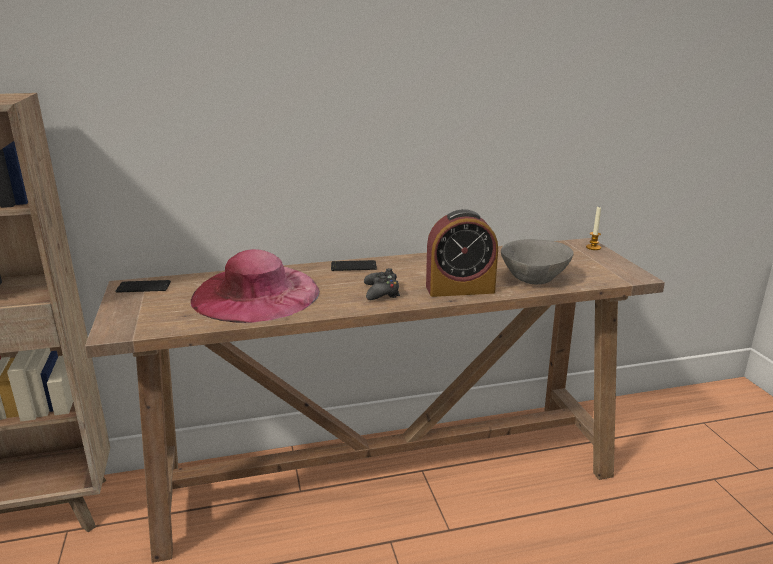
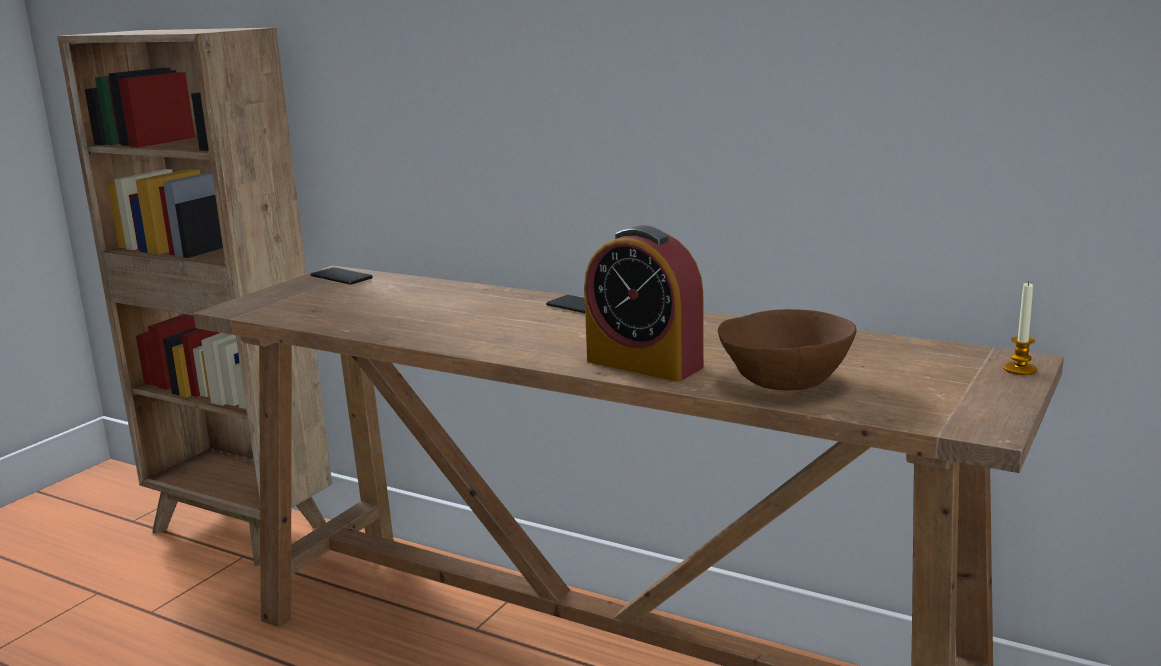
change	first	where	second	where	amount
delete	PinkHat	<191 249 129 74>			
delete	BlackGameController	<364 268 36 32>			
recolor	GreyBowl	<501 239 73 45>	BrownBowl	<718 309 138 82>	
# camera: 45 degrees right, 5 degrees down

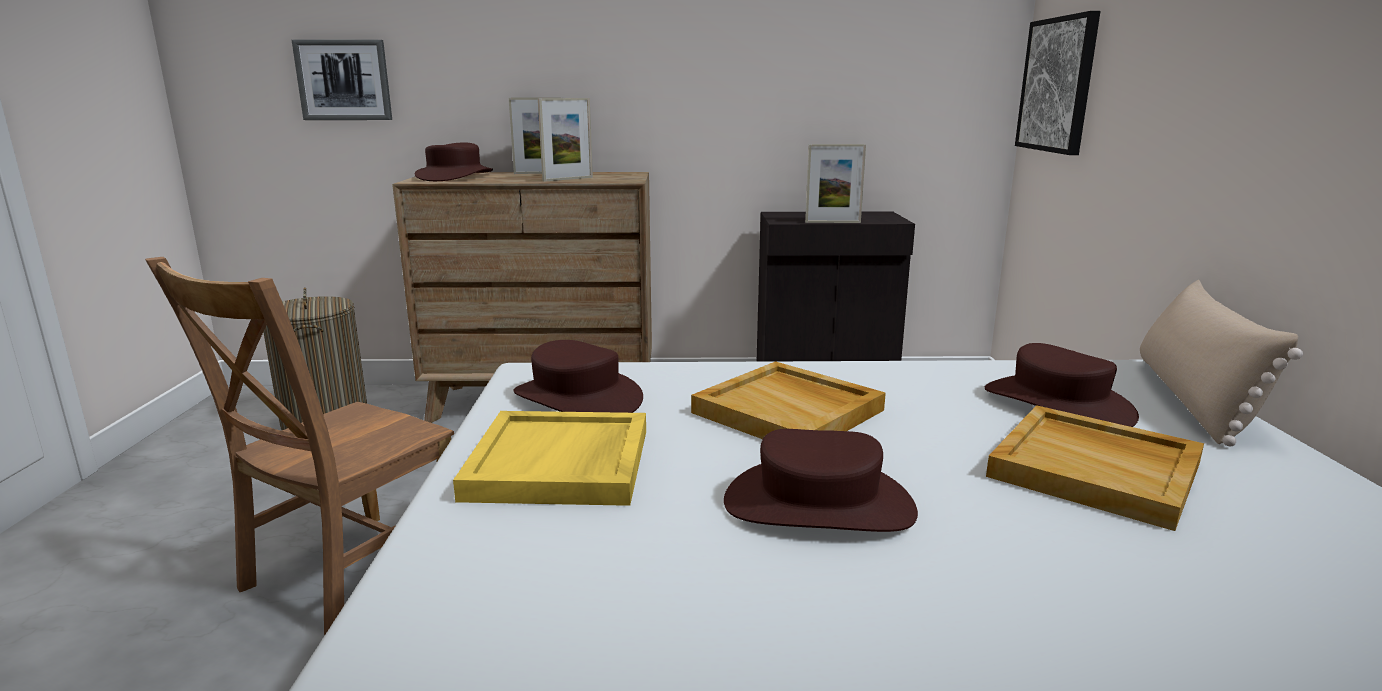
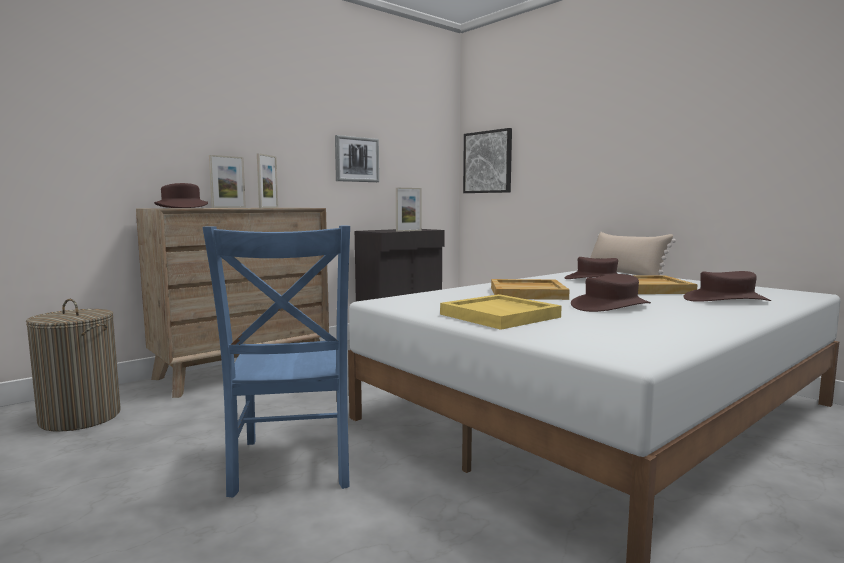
change	first	where	second	where	amount
recolor	BrownChair	<145 257 309 379>	BlueChair	<203 226 147 271>	
move	Picture	<292 40 100 80>		<335 135 44 47>	
move	BrownHat	<513 340 130 73>		<683 271 88 31>	
# camera: 40 degrees left, 10 degrees down

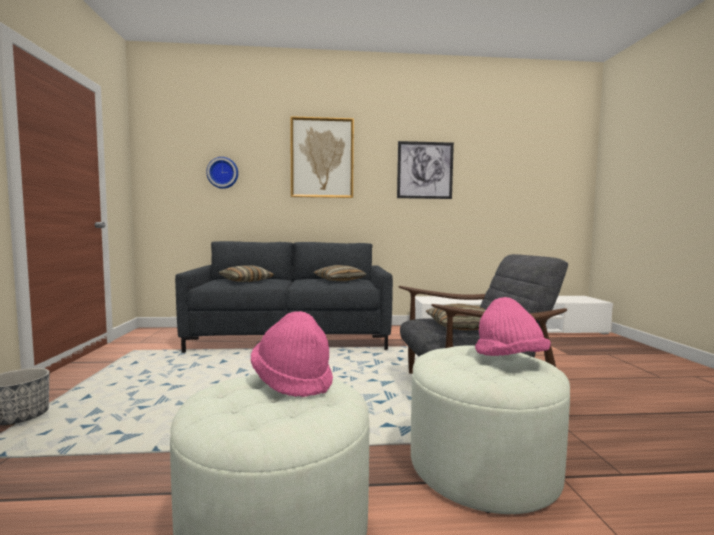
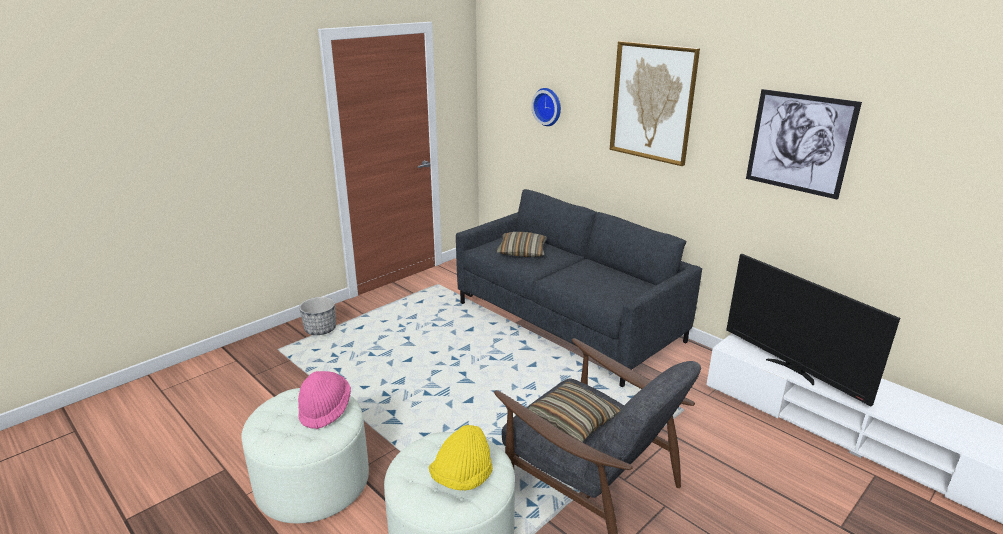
change	first	where	second	where	amount
delete	Pillow	<313 265 54 17>			
recolor	PinkHat	<475 297 76 59>	YellowHat	<429 425 64 65>	
insert			Television	<726 254 174 152>	
# camera: 50 degrees right, 20 degrees up

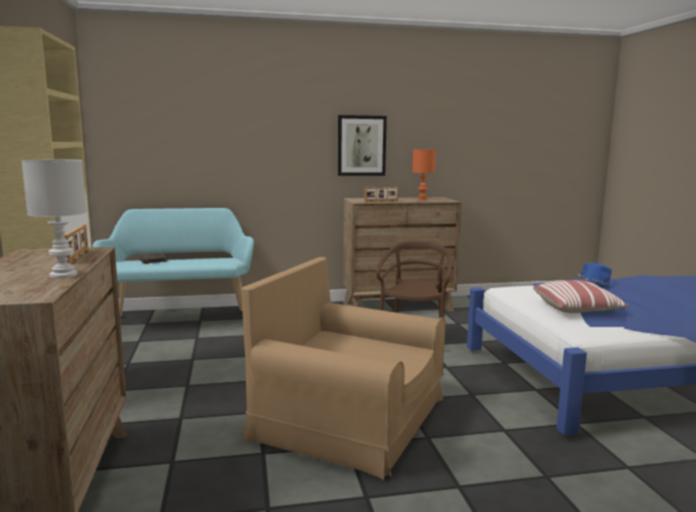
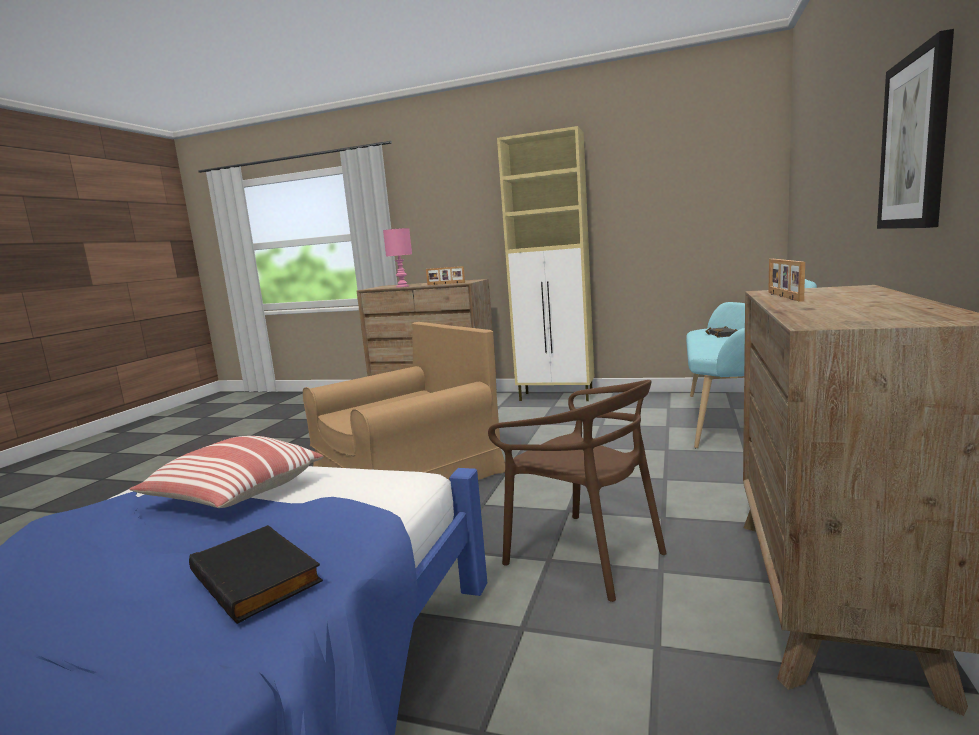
change	first	where	second	where	amount
recolor	WhiteTableLamp	<22 159 65 119>	PinkTableLamp	<383 228 29 60>	
delete	OrangeTableLamp	<412 150 24 50>			
replace	BlueHat	<577 263 37 22>	BlackBook	<189 525 134 99>	
# camera: 120 degrees right, 0 degrees up

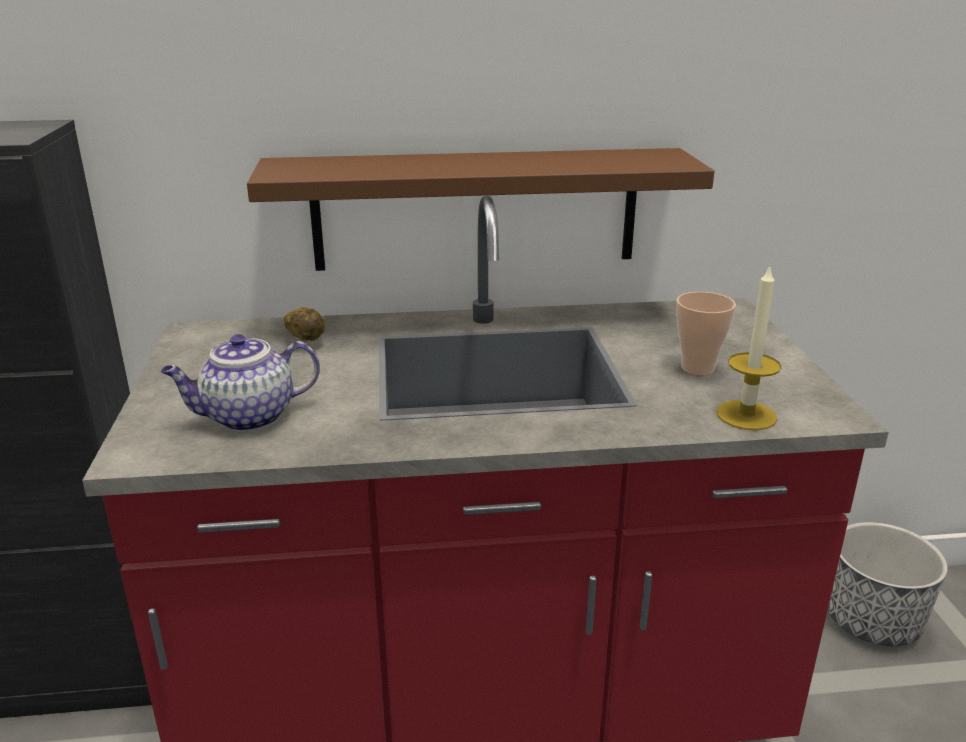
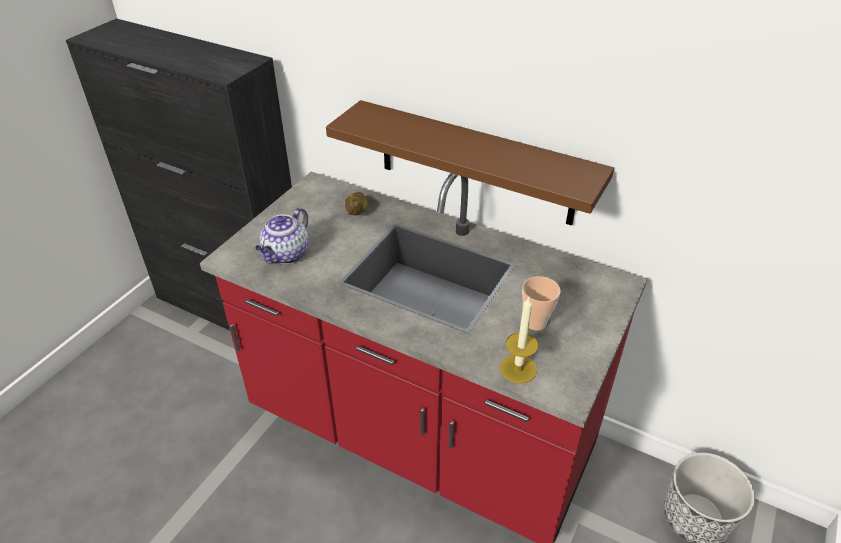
change	first	where	second	where	amount
rotate	Teapot	<160 334 160 98>		<255 207 54 57>	75 degrees counterclockwise
# camera: 35 degrees right, 15 degrees up

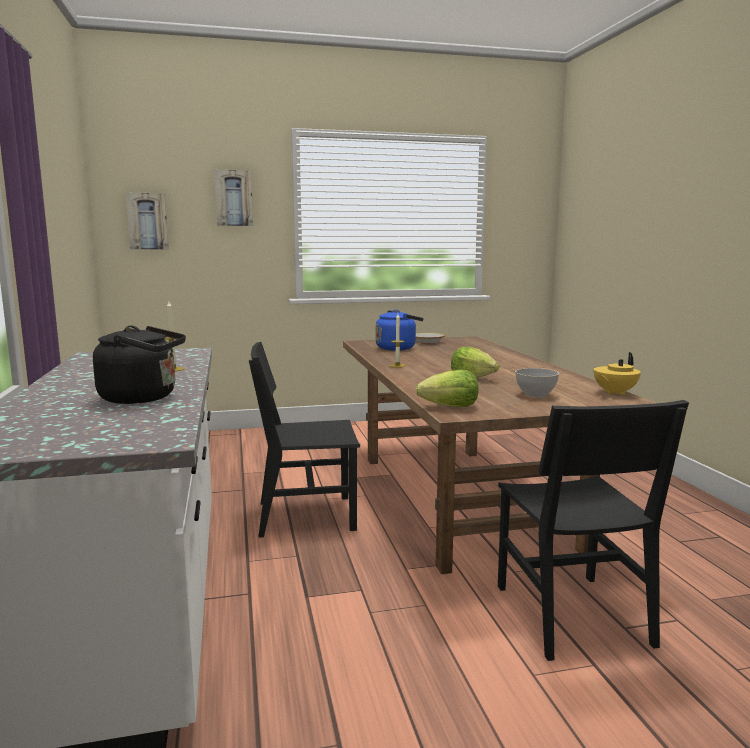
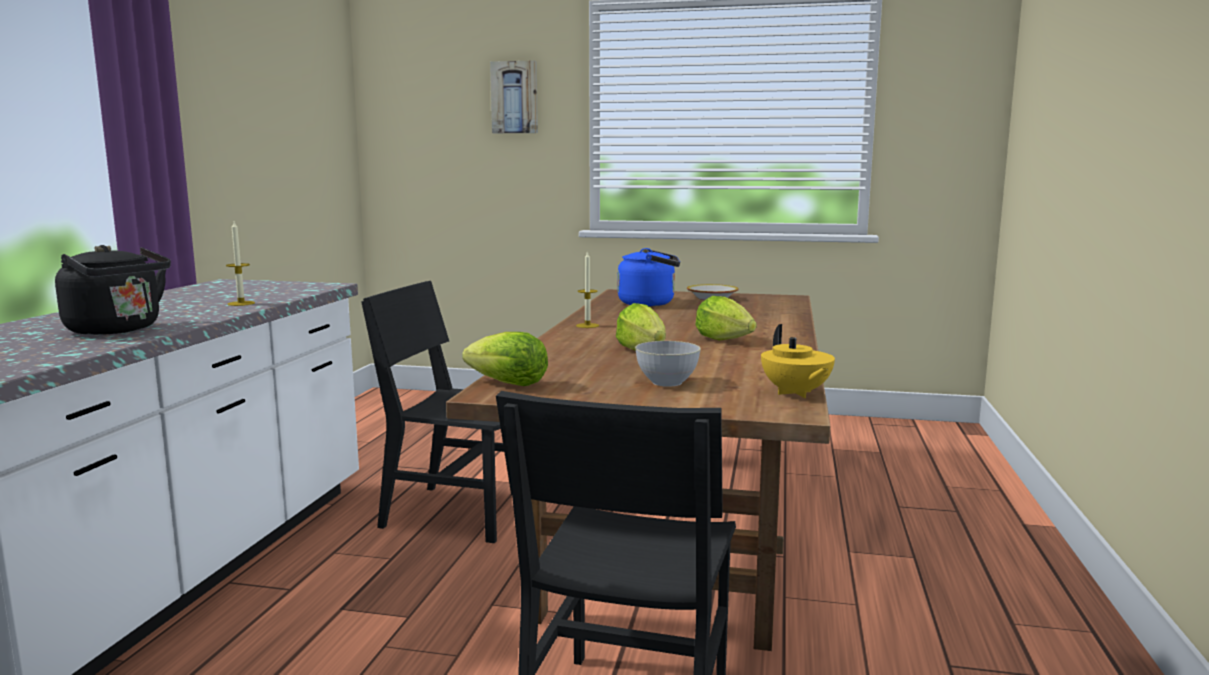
change	first	where	second	where	amount
delete	Picture	<126 193 43 56>			
rotate	YellowTeapot	<594 352 47 43>		<761 324 74 74>	90 degrees counterclockwise
insert			Lettuce	<695 296 61 45>	
# camera: 25 degrees right, 0 degrees up

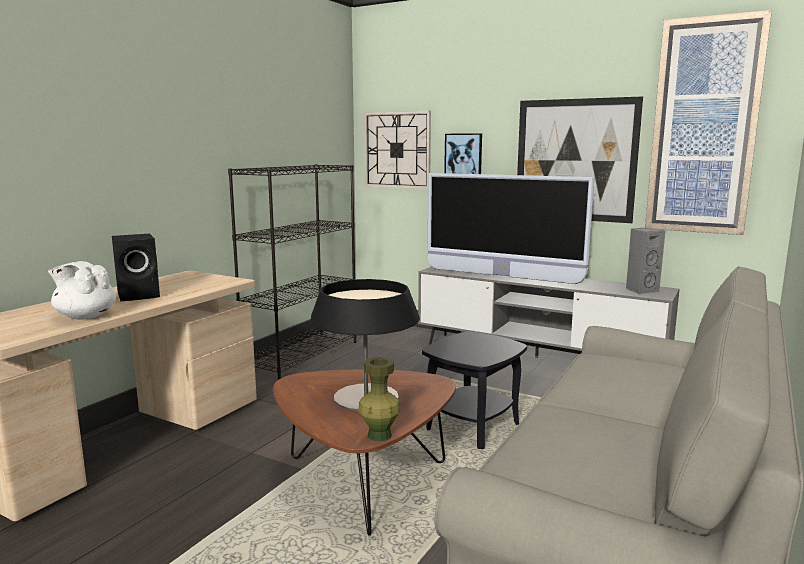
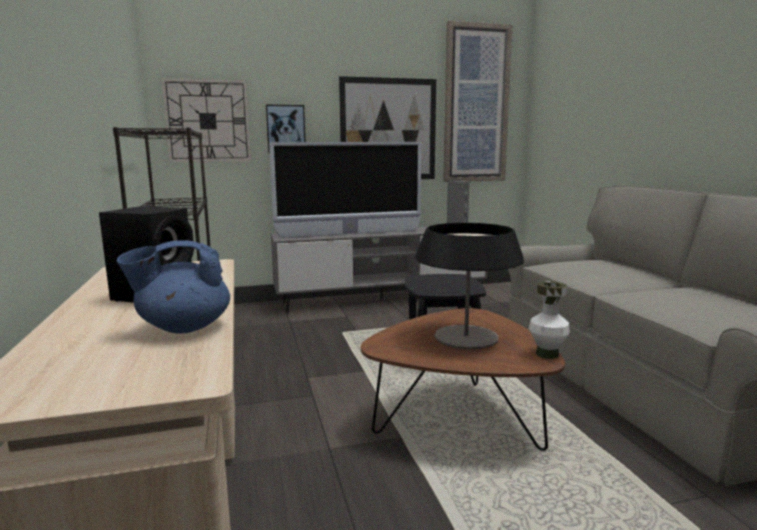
change	first	where	second	where	amount
recolor	WhiteTeapot	<48 261 68 59>	BlueTeapot	<117 240 113 93>	
recolor	GreenVase	<358 357 42 84>	WhiteVase	<529 281 41 78>	
# camera: 45 degrees left, 0 degrees up

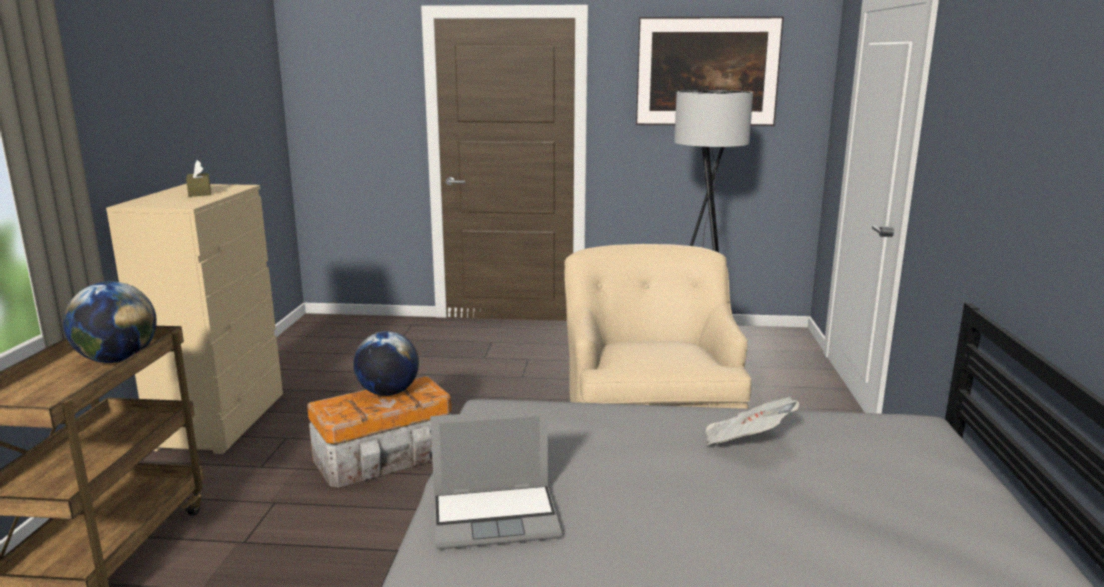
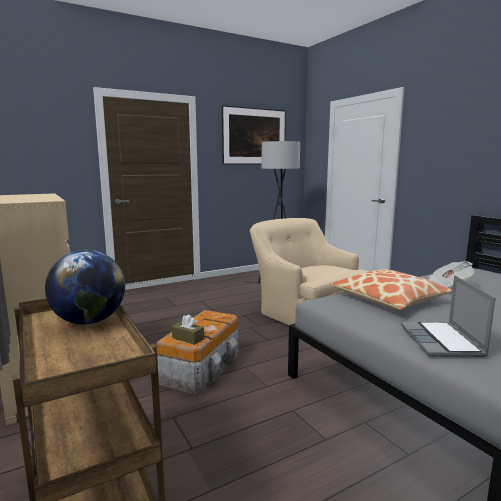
change	first	where	second	where	amount
move	BrownTissueBox	<186 160 25 37>		<172 315 32 30>	
delete	Globe	<353 331 66 65>			
rotate	Laptop	<430 408 132 142>		<401 275 94 82>	135 degrees clockwise
insert			Pillow	<330 269 122 41>	
# camera: 35 degrees left, 5 degrees down

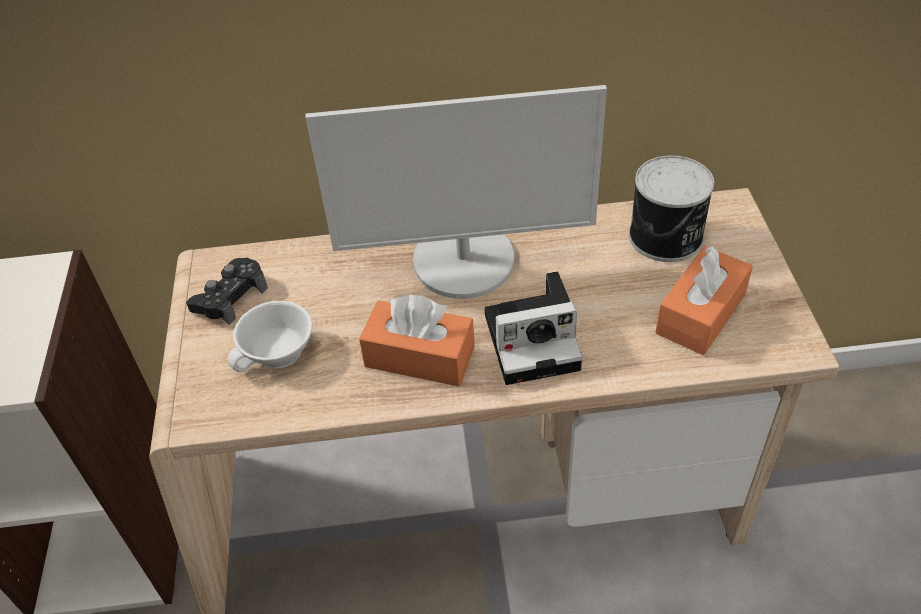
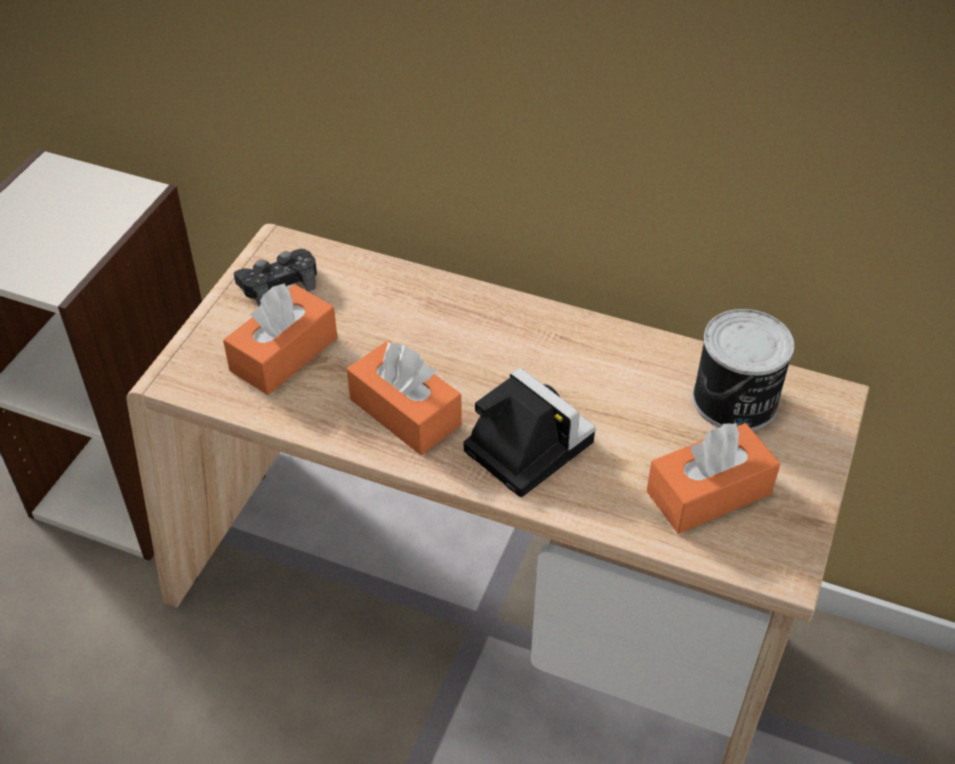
change	first	where	second	where	amount
replace	WhiteCup	<227 301 86 71>	OrangeTissueBox	<223 284 114 111>	
delete	Monitor	<305 85 302 214>			
rotate	PhotoCamera	<485 271 98 114>		<464 368 132 129>	150 degrees counterclockwise
# camera: 25 degrees right, 0 degrees up

